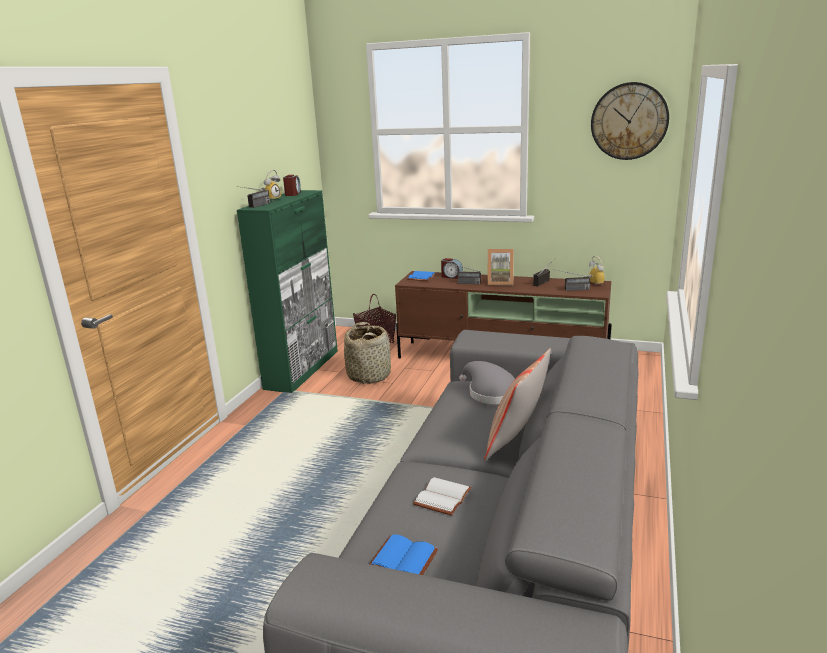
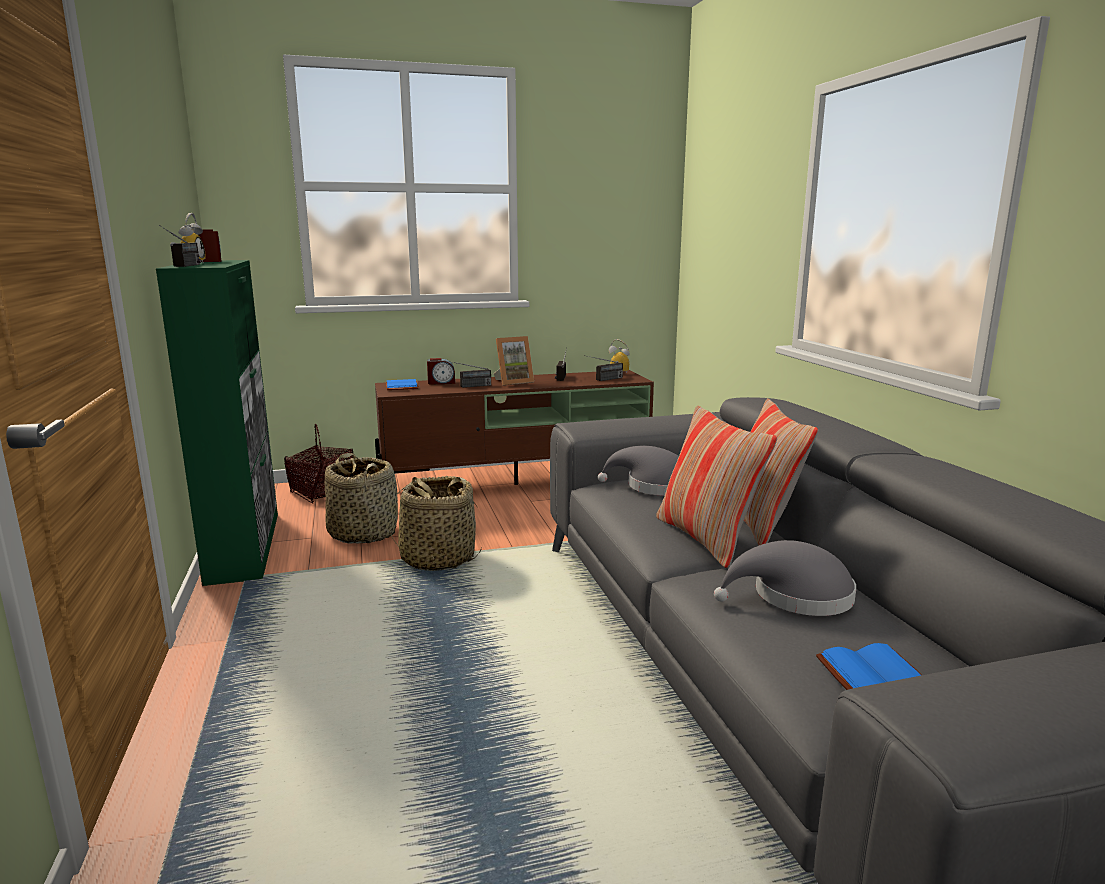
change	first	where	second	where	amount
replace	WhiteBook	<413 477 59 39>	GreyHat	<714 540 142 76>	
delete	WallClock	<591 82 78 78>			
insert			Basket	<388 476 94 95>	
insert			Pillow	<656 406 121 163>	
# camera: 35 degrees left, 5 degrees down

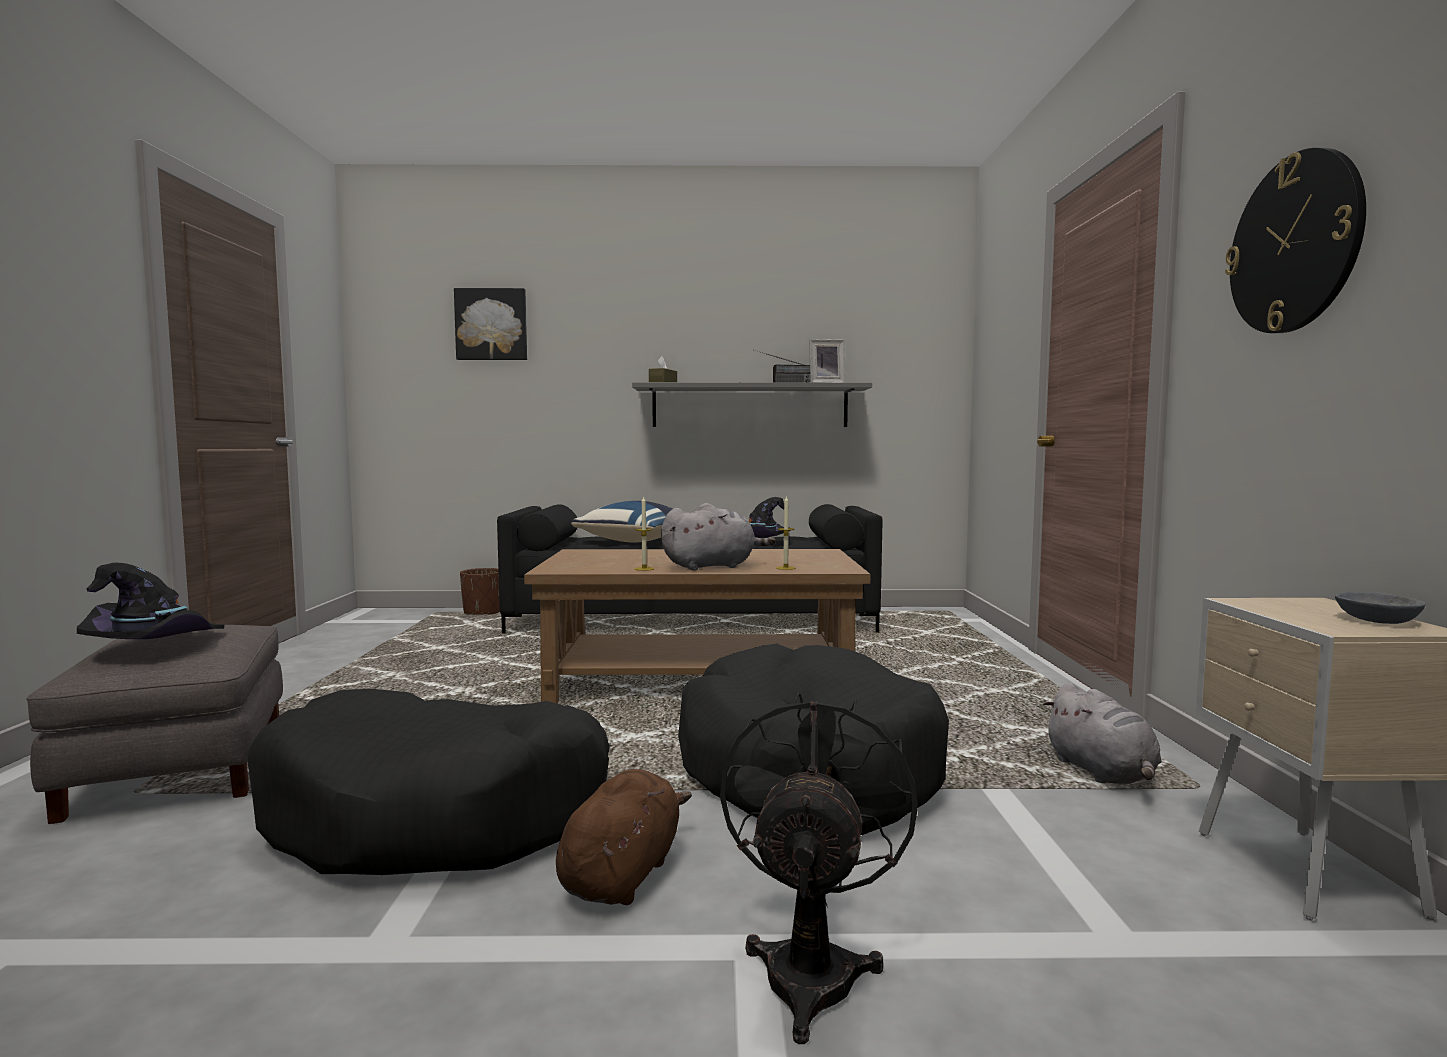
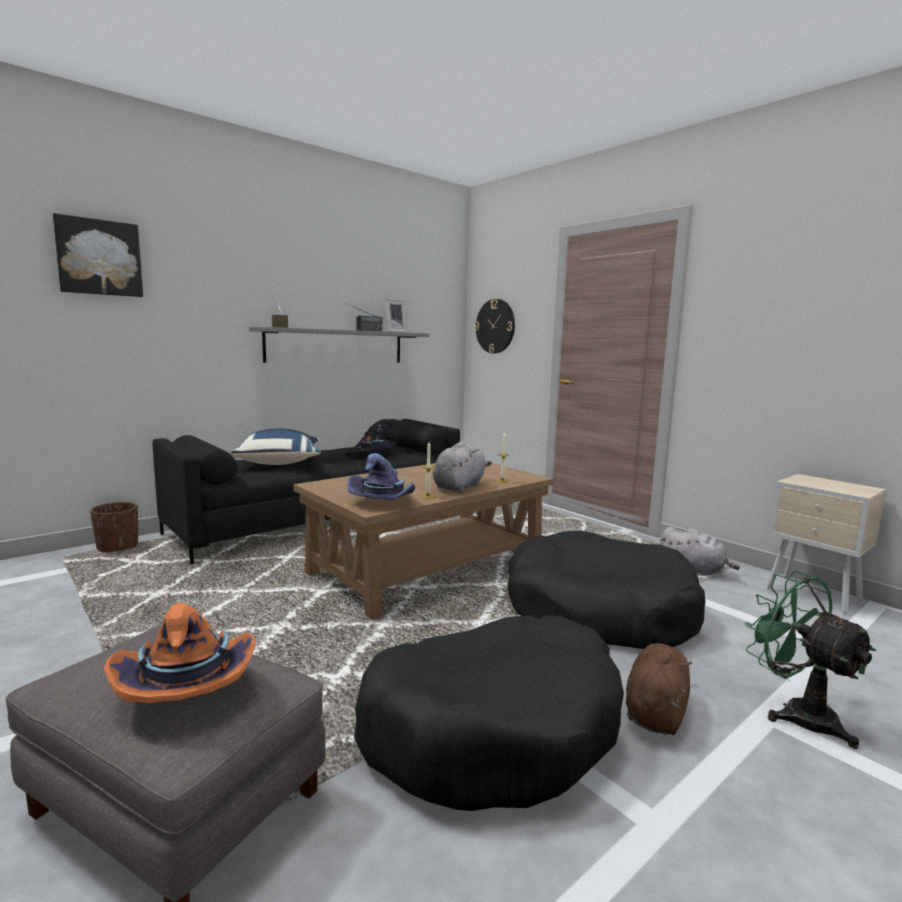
change	first	where	second	where	amount
recolor	BlackHat	<77 563 147 76>	OrangeHat	<104 603 152 100>	
rotate	BrownPlushToy	<556 769 136 136>		<626 643 66 92>	45 degrees clockwise
recolor	BlackFan	<720 692 198 352>	GreenFan	<745 571 131 178>	
move	WallClock	<1225 148 141 185>		<475 299 40 54>	
delete	GreyBowl	<1335 592 91 32>			
insert			PurpleHat	<347 453 68 47>	
# camera: 40 degrees left, 5 degrees up

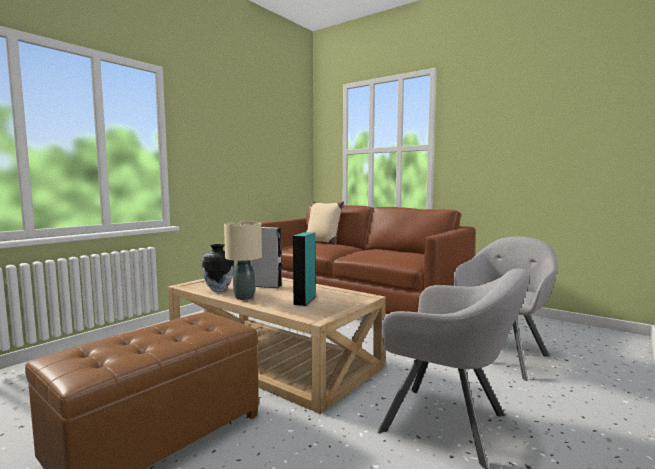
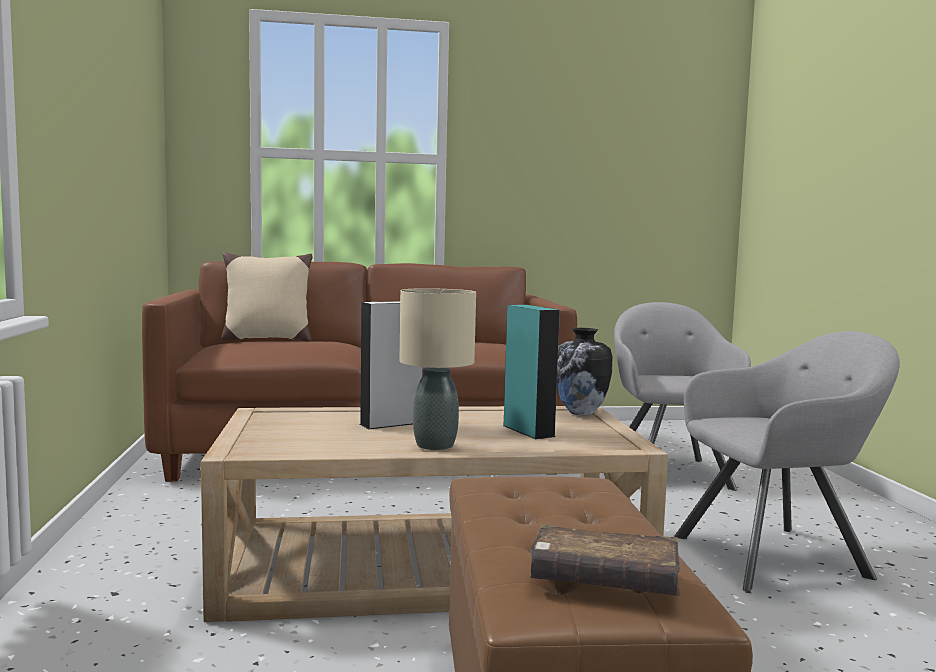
change	first	where	second	where	amount
move	Vase	<202 244 32 48>		<557 328 55 87>	
insert			BrownBook	<530 525 150 71>	
# camera: 45 degrees left, 0 degrees up

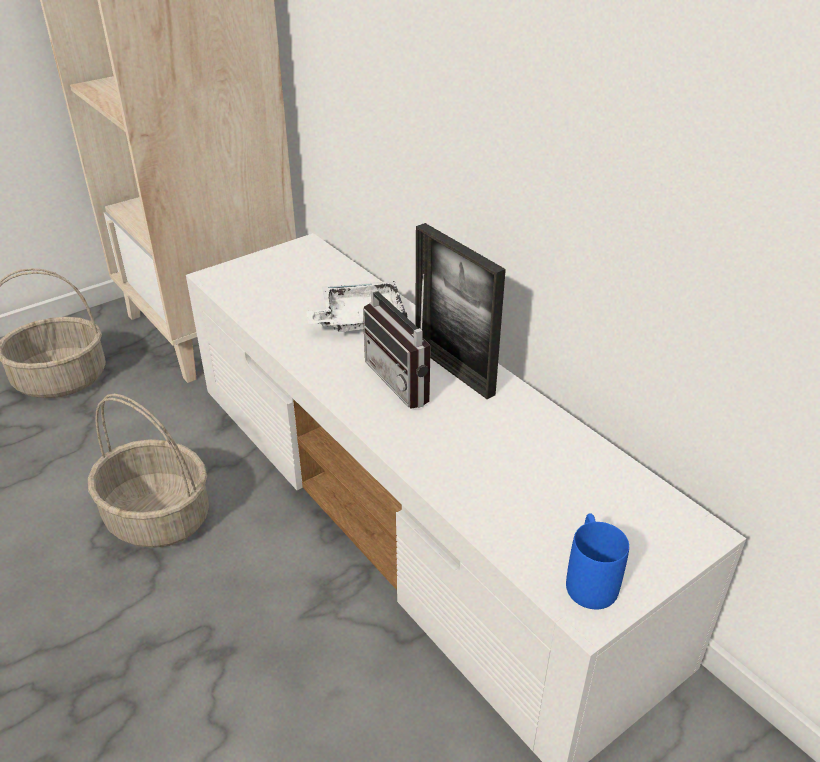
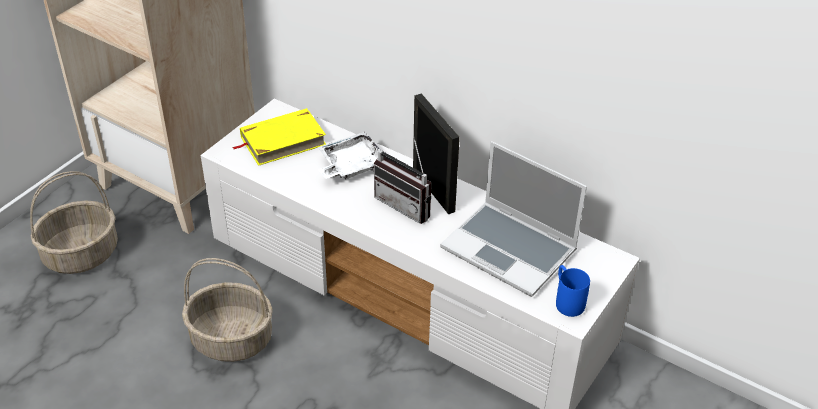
change	first	where	second	where	amount
rotate	PictureFrame	<415 223 91 176>		<413 93 47 121>	150 degrees counterclockwise
insert			YellowBook	<233 108 93 58>	
insert			Laptop	<440 141 147 156>	
# camera: 20 degrees left, 5 degrees up

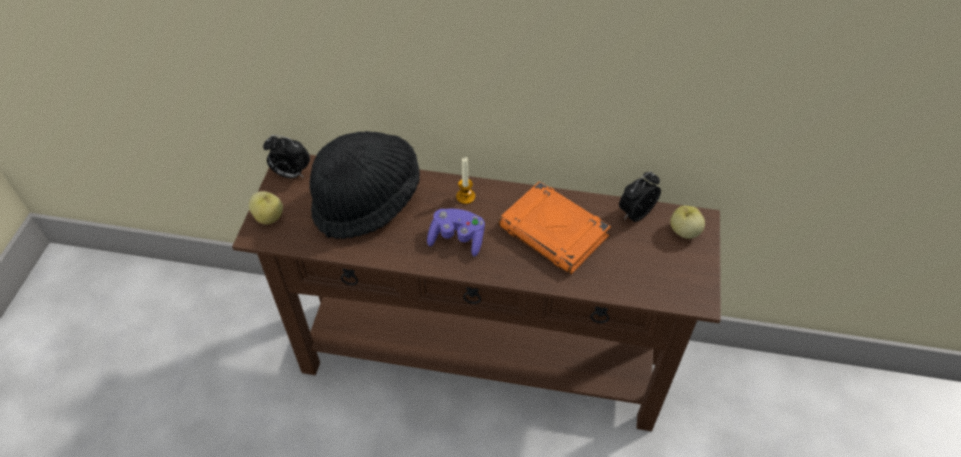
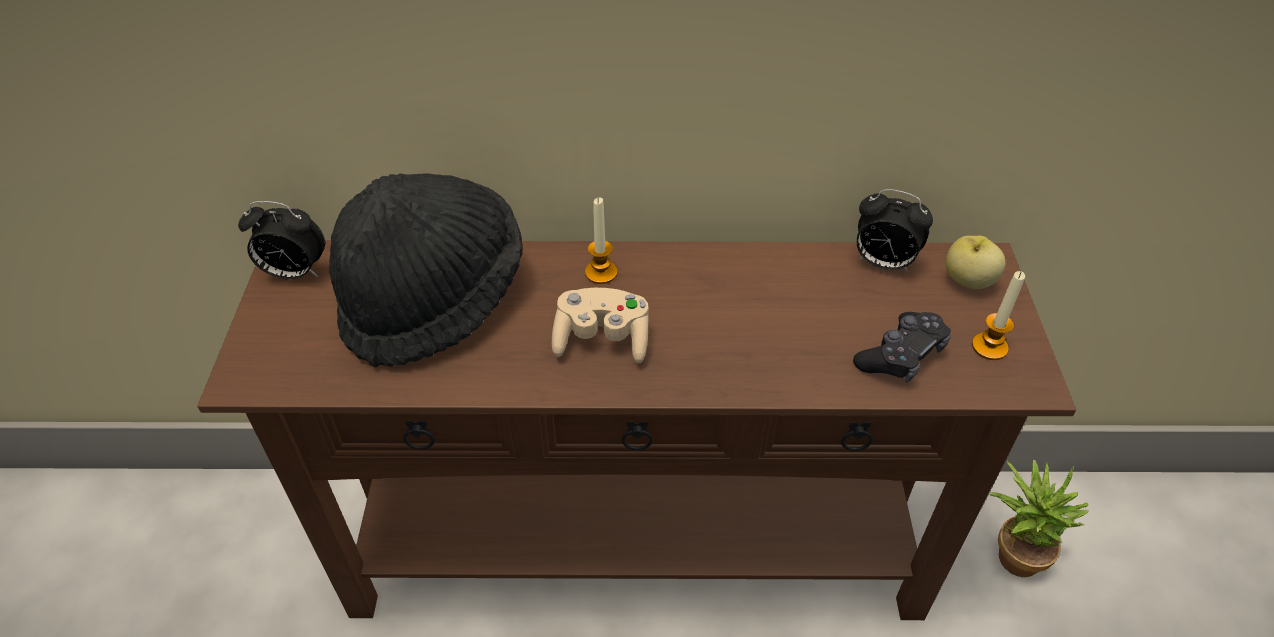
change	first	where	second	where	amount
delete	Apple	<249 191 34 33>			
recolor	PurpleGameController	<427 208 58 49>	BeigeGameController	<552 288 97 76>	
delete	OrangeBook	<498 181 113 93>			
rotate	AlarmClock	<619 172 42 50>		<857 189 76 83>	105 degrees counterclockwise
insert			BlackGameController	<853 312 98 70>	
insert			Candle	<972 271 53 89>	
insert			PottedPlant	<990 460 99 117>	
# camera: 10 degrees left, 5 degrees down

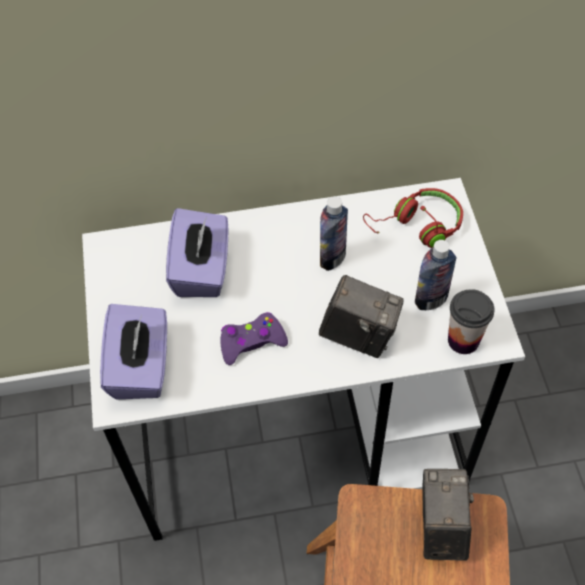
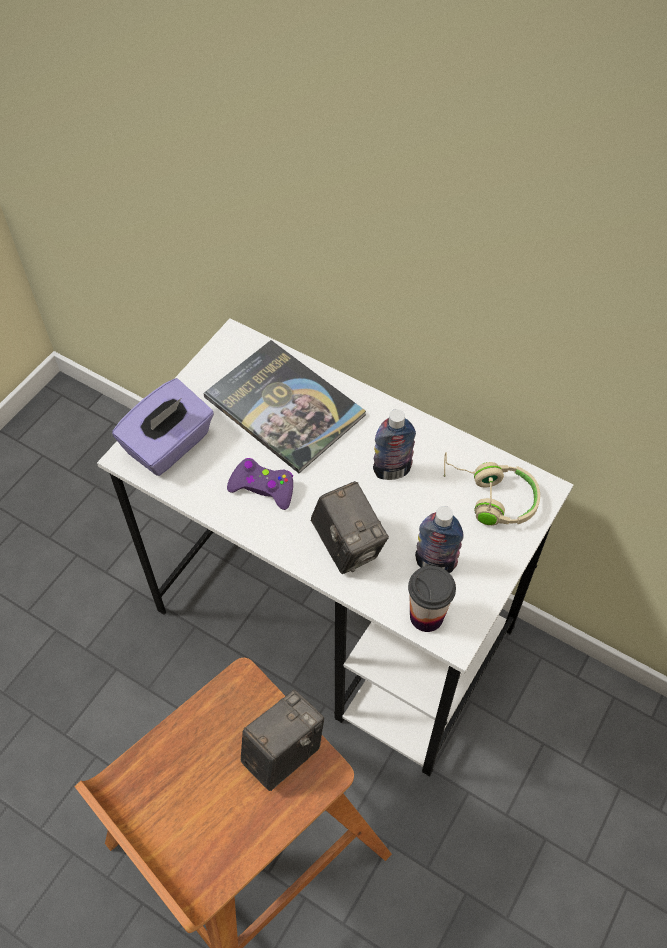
change	first	where	second	where	amount
replace	PurpleTissueBox	<166 208 63 89>	Book	<204 340 162 133>	
recolor	RedHeadphones	<363 188 100 60>	BeigeHeadphones	<444 452 96 74>	
# camera: 40 degrees right, 0 degrees up

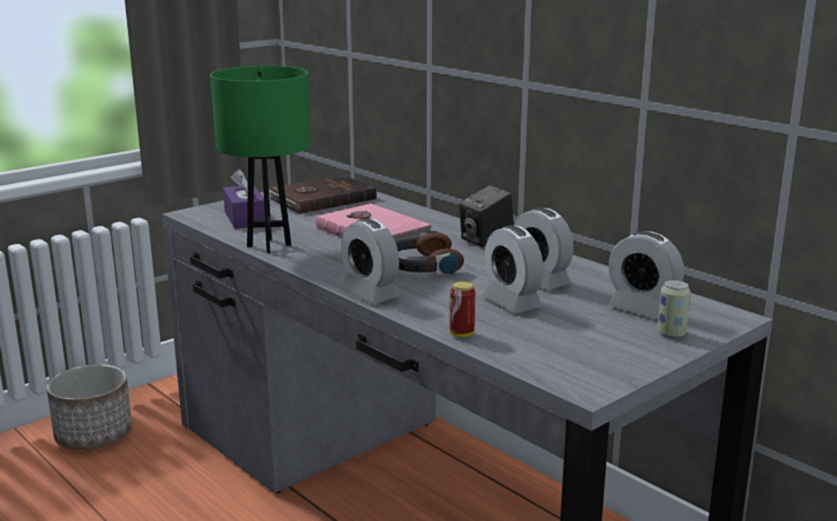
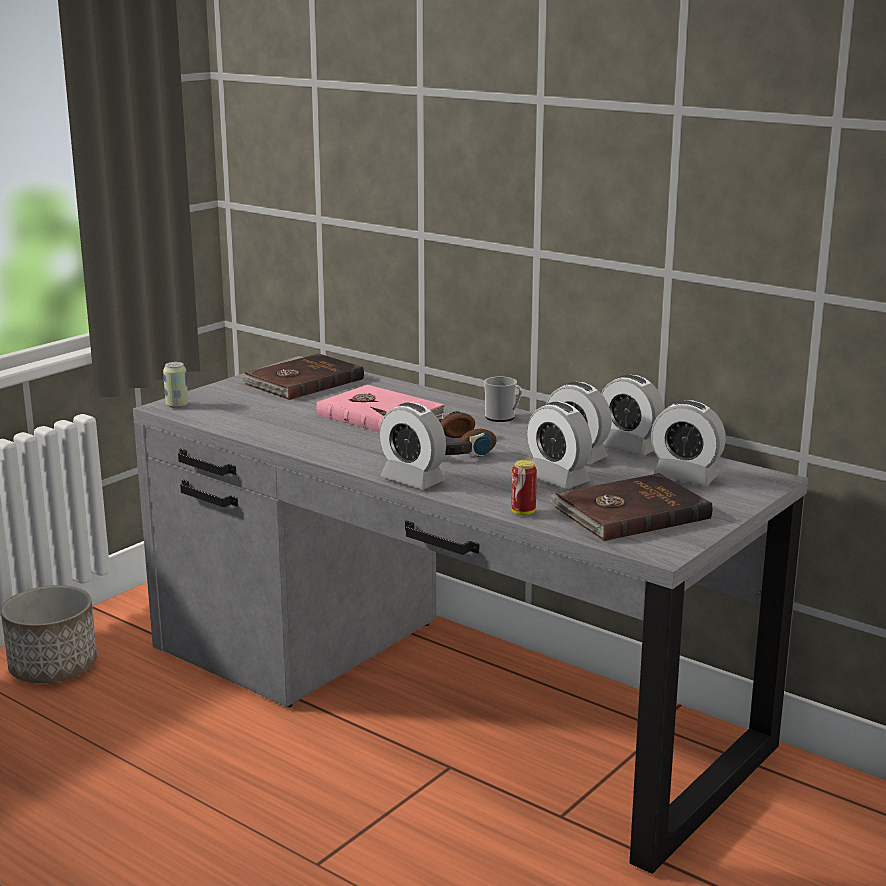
change	first	where	second	where	amount
delete	GreenTableLamp	<210 66 101 187>			
delete	PurpleTissueBox	<223 169 42 60>			
replace	PhotoCamera	<459 185 55 62>	Mug	<484 377 38 45>	
move	Can	<657 280 34 58>		<163 362 25 46>	
insert			BrownBook	<550 473 162 68>	
insert			AlarmClock	<601 375 64 81>	
# camera: 10 degrees left, 0 degrees up

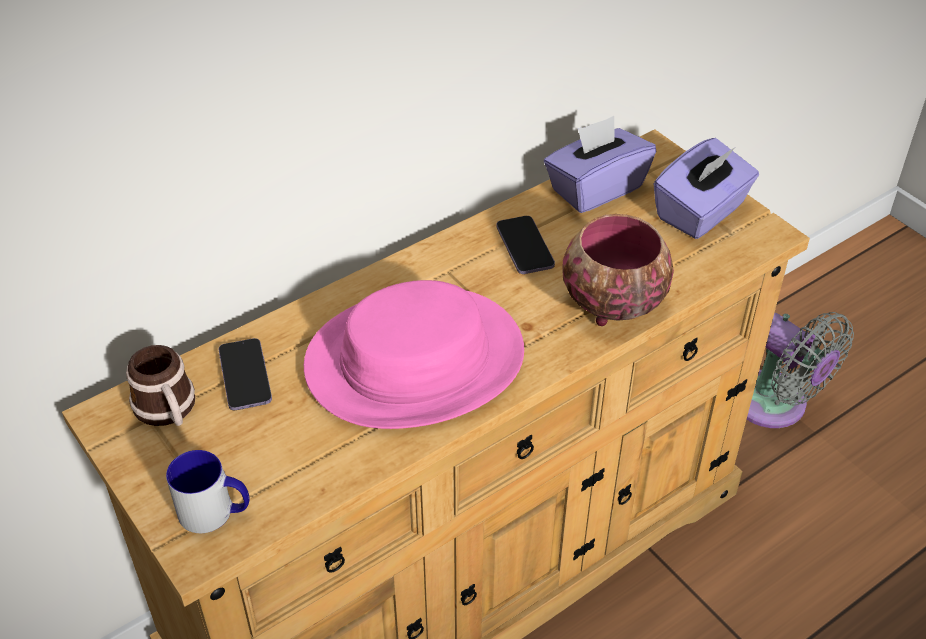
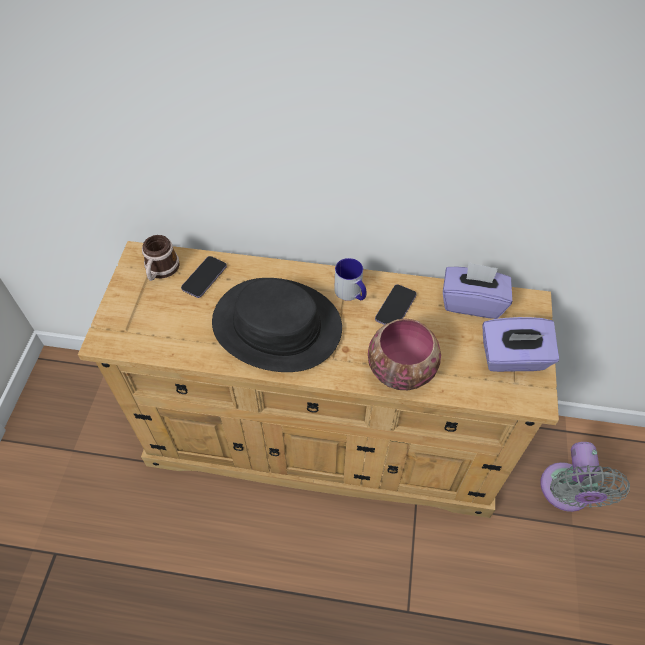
change	first	where	second	where	amount
move	Mug	<166 450 84 83>		<334 258 32 43>	
recolor	PinkHat	<304 280 220 149>	BlackHat	<212 278 130 94>	
# camera: 45 degrees right, 10 degrees up

